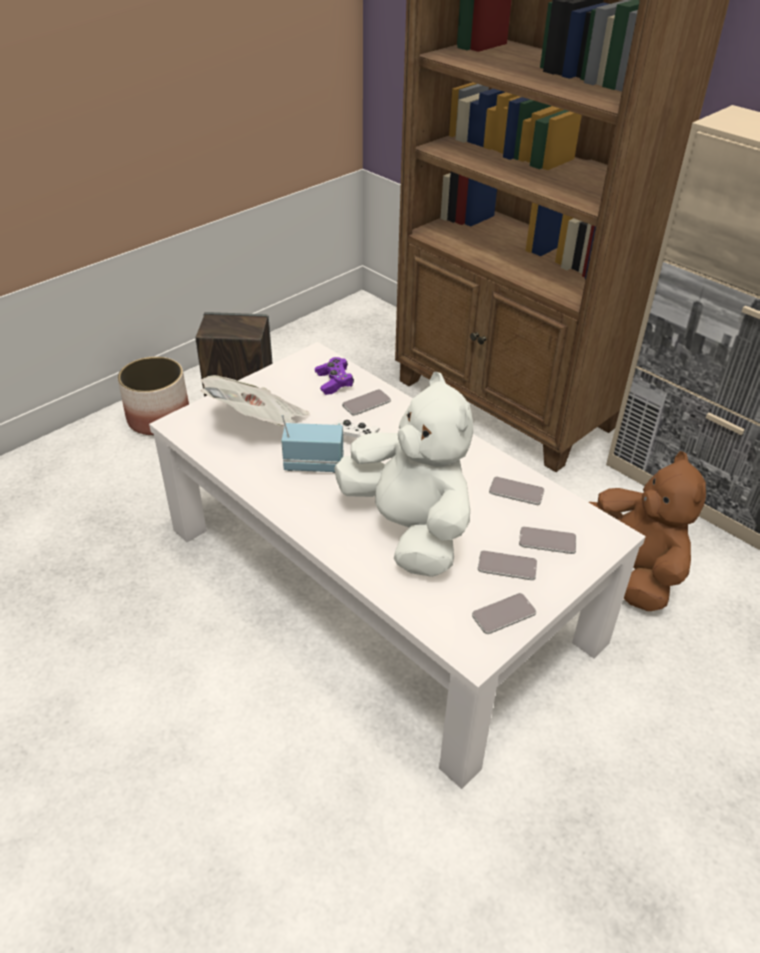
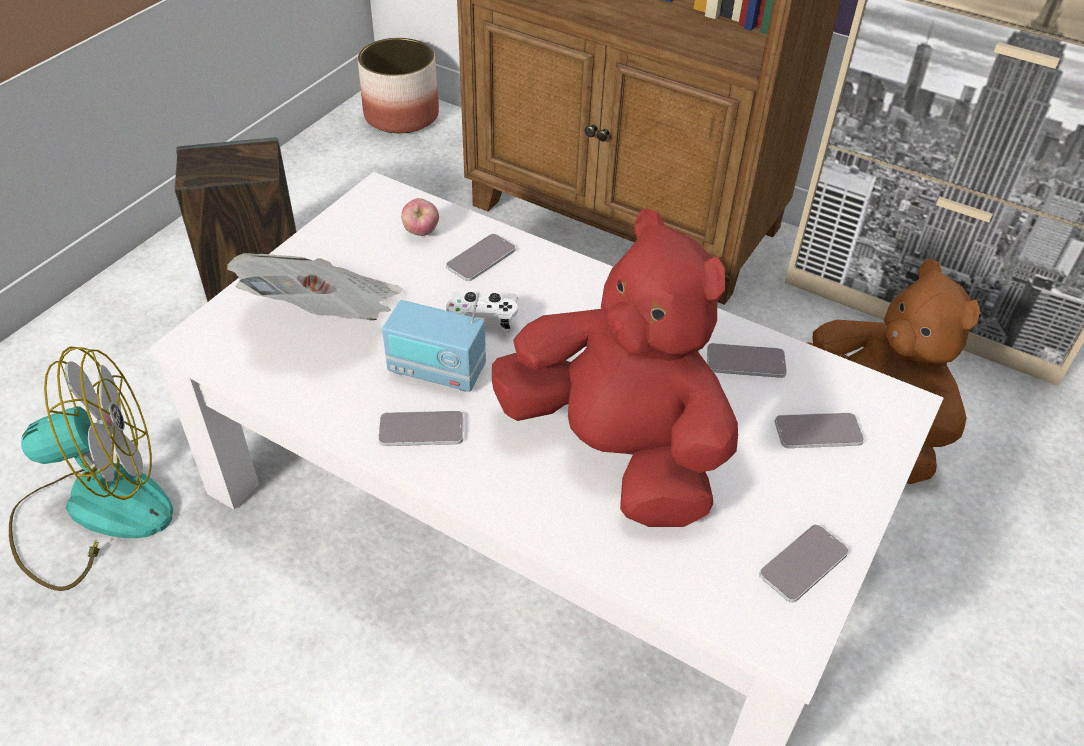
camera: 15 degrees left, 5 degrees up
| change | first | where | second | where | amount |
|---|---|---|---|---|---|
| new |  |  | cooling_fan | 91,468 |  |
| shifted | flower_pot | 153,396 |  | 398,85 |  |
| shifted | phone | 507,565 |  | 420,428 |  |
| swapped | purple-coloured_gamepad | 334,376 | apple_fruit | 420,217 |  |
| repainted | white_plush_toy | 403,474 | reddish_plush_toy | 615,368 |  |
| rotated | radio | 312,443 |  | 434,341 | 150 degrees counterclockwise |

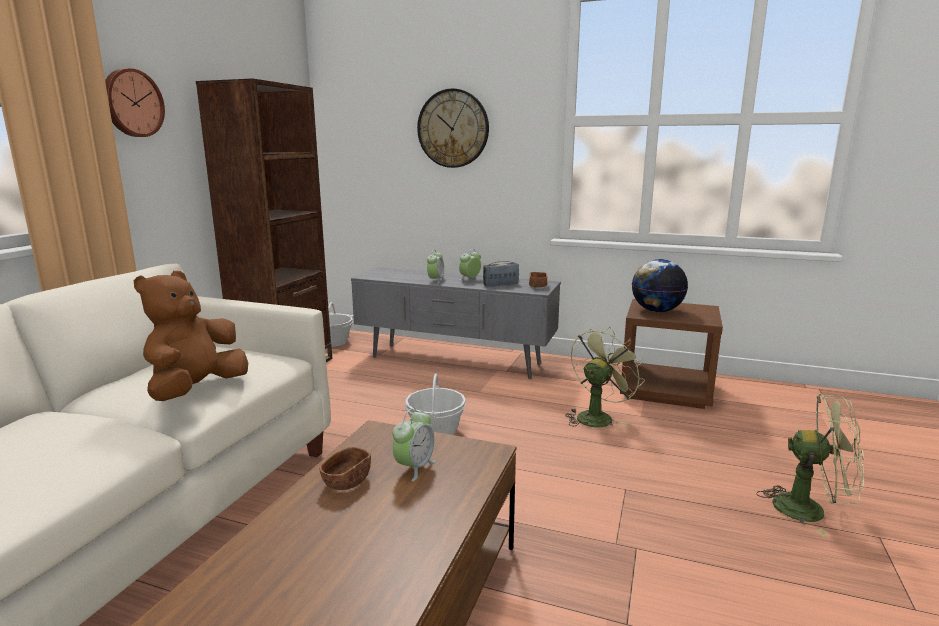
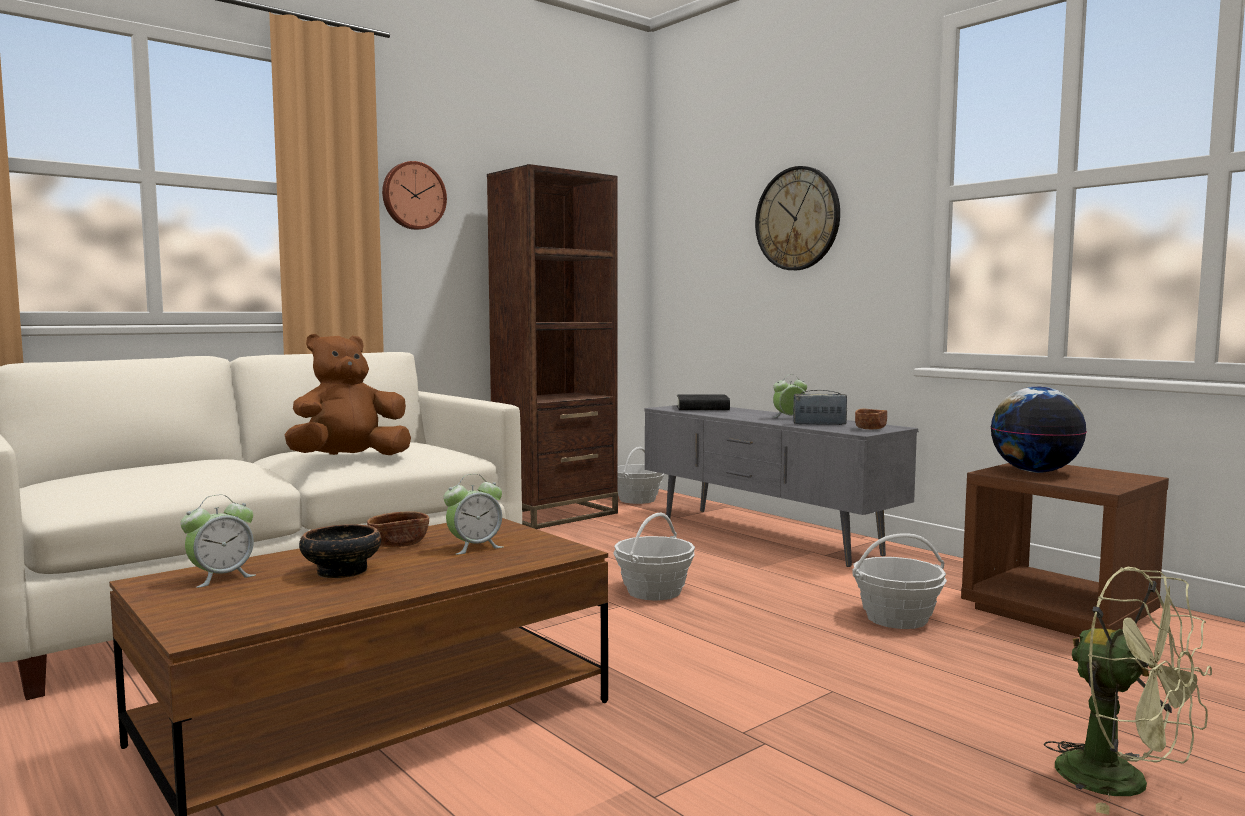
camera: 30 degrees right, 10 degrees down
| change | first | where | second | where | amount |
|---|---|---|---|---|---|
| new |  |  | bowl | 340,551 |  |
| new |  |  | black_bound_book | 703,402 |  |
| shifted | alarm_clock | 435,267 |  | 218,541 |  |
| swapped | greenish_cooling_fan | 605,377 | storage_basket | 899,581 |  |

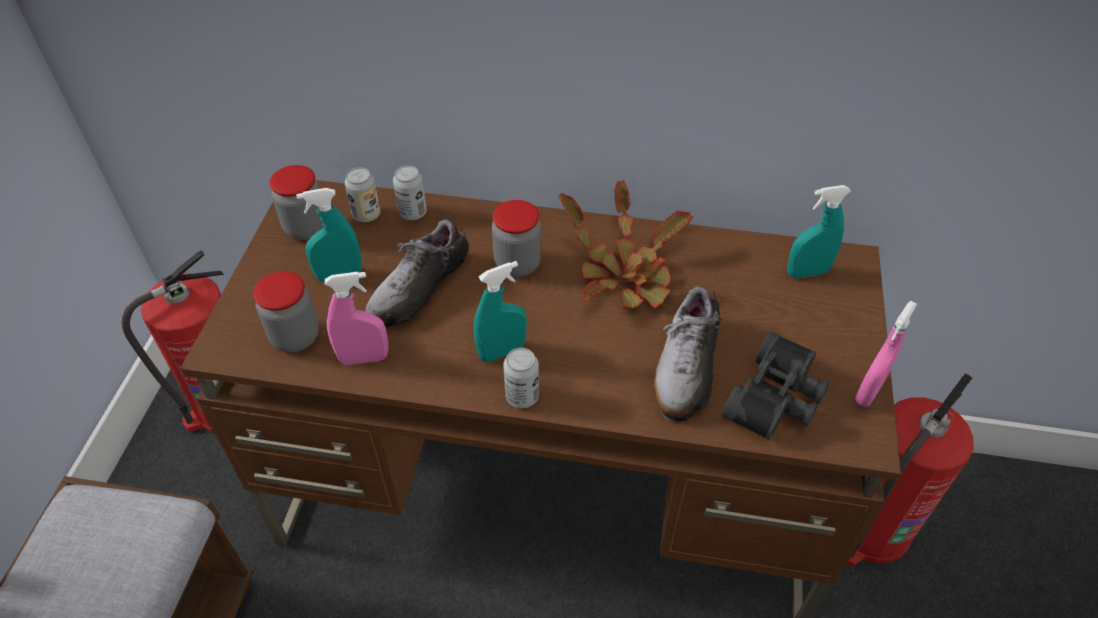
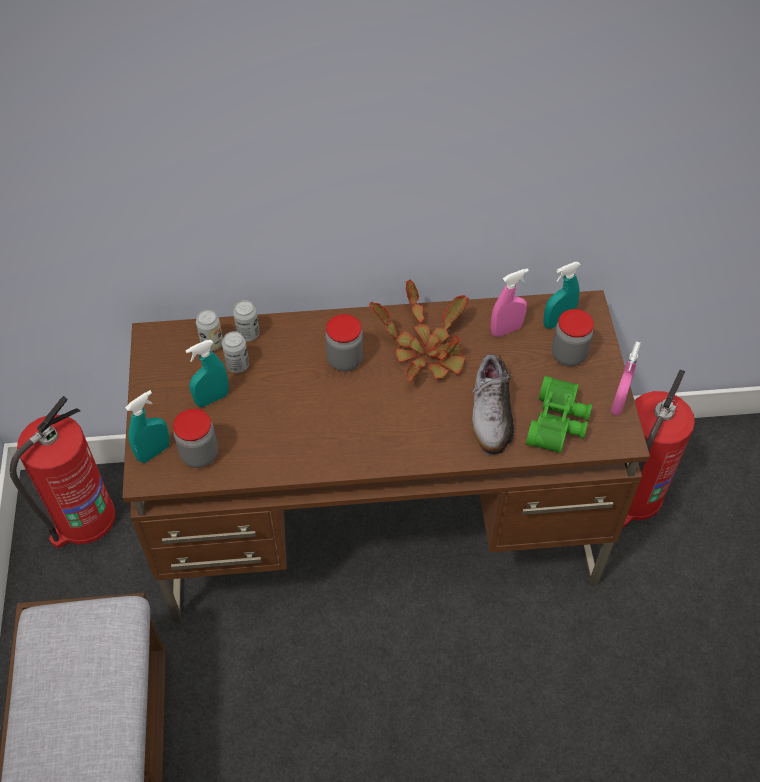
camera: 15 degrees left, 5 degrees up
| change | first | where | second | where | amount |
|---|---|---|---|---|---|
| gone | shoe | 417,273 |  |  |  |
| shifted | preserve_jar | 296,202 |  | 573,337 |  |
| shifted | pinkish_sprayer | 356,318 |  | 510,302 |  |
| shifted | turquoise_sprayer | 500,311 |  | 147,426 |  |
| shifted | metal_can | 521,378 |  | 235,352 |  |
| repainted | black_binoculars | 776,385 | greenish_binoculars | 559,415 |  |

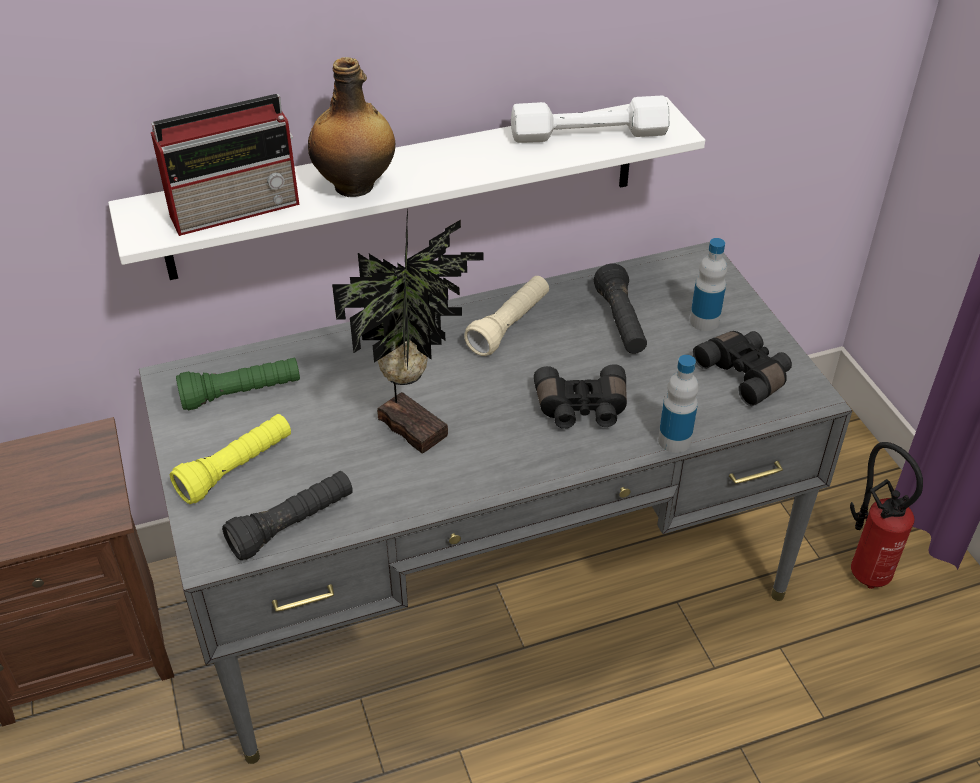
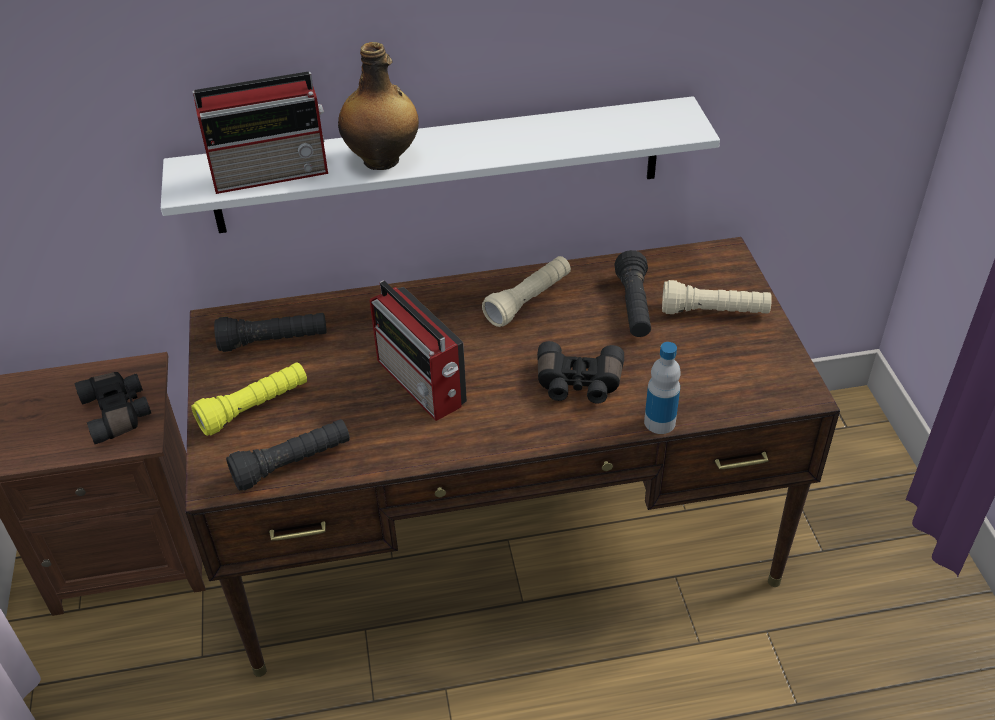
camera: 10 degrees right, 0 degrees up
| change | first | where | second | where | amount |
|---|---|---|---|---|---|
| gone | white_free_weight | 590,119 |  |  |  |
| gone | fire-fighting_cylinder | 886,515 |  |  |  |
| shifted | black_binoculars | 742,368 |  | 112,408 |  |
| swapped | houseplant | 407,330 | radio | 418,350 |  |
| swapped | beverage_bottle | 708,284 | beige-coloured_flashlight | 717,297 |  |
| repainted | gray_desk_unit | 496,503 | brownish_desk_unit | 512,457 |  |
| repainted | greenish_flashlight | 238,384 | black_flashlight | 270,332 |  |

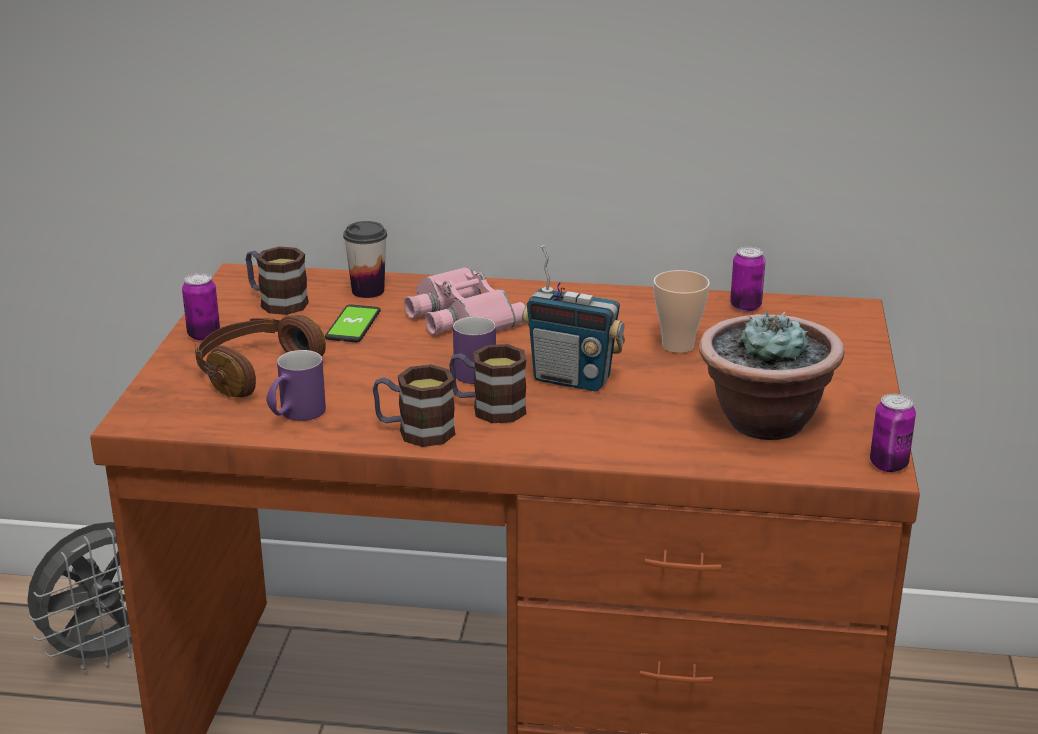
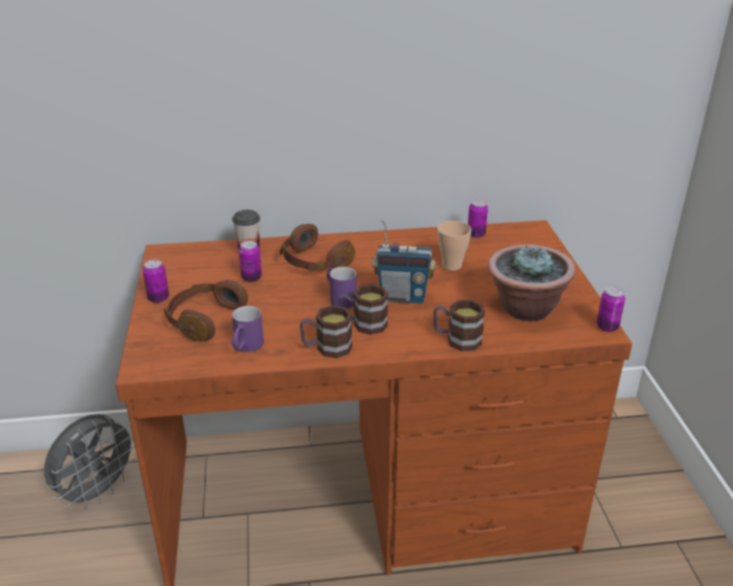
camera: 15 degrees left, 5 degrees up
| change | first | where | second | where | amount |
|---|---|---|---|---|---|
| shifted | coffee_mug | 277,281 |  | 459,325 |  |
| swapped | phone | 353,323 | metal_can | 250,261 |  |
| swapped | pinkish_binoculars | 465,301 | brownish_headset | 317,247 |  |

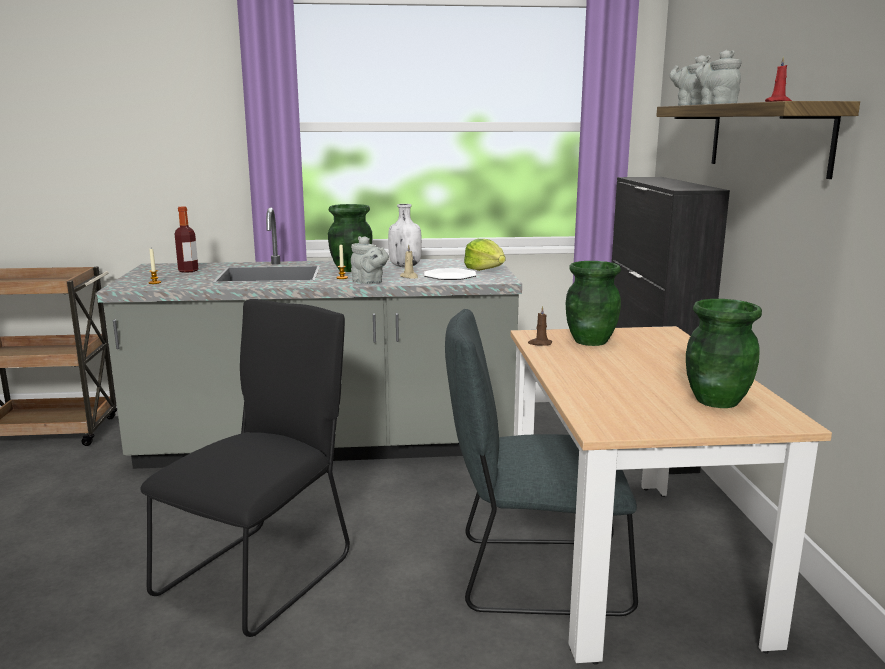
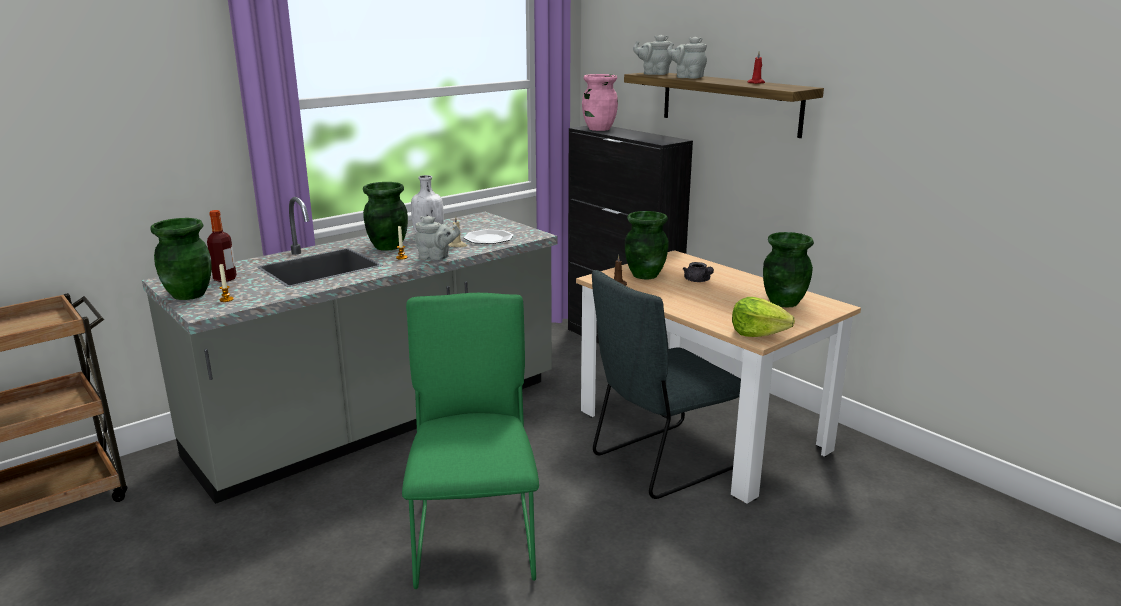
camera: 35 degrees left, 5 degrees up
| change | first | where | second | where | amount |
|---|---|---|---|---|---|
| new |  |  | greenish_vase | 181,259 |  |
| new |  |  | pinkish_vase | 600,102 |  |
| new |  |  | gray_teapot | 698,272 |  |
| shifted | head_of_lettuce | 484,255 |  | 763,317 |  |
| repainted | black_plain_chair | 245,468 | greenish_plain_chair | 470,441 |  |

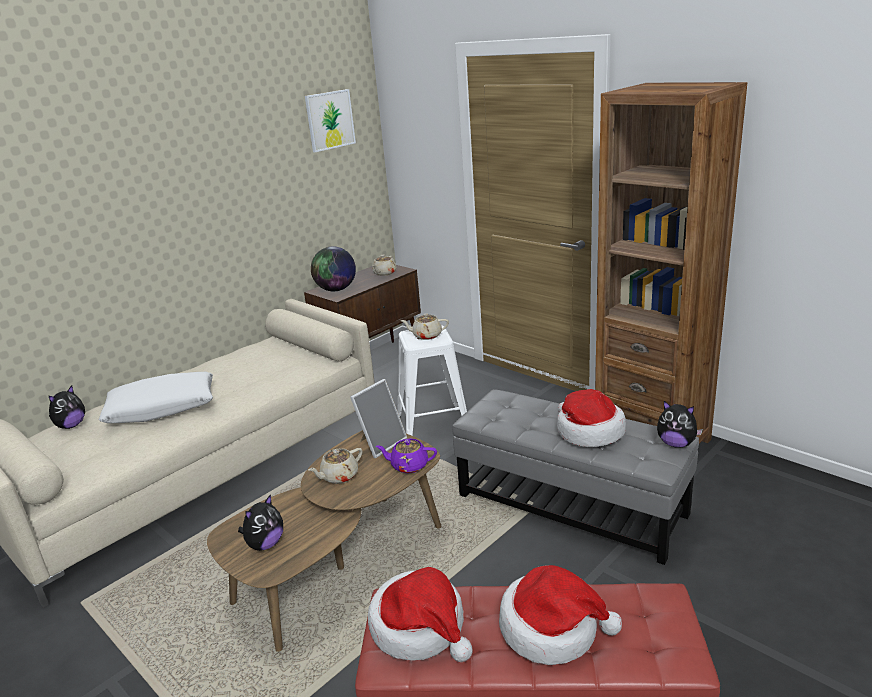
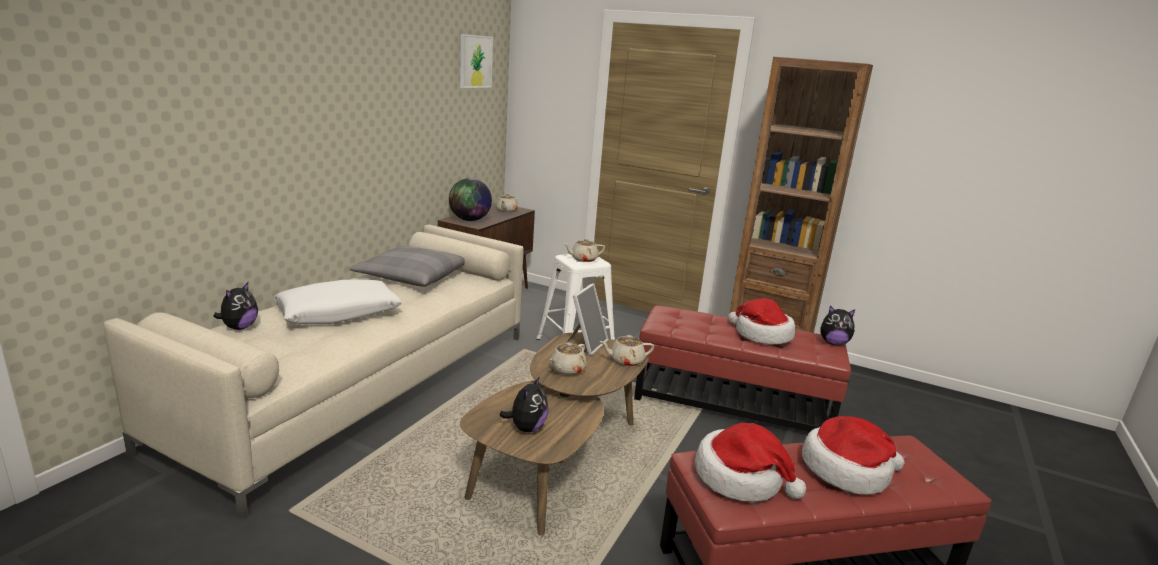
camera: 20 degrees left, 5 degrees down
| change | first | where | second | where | amount |
|---|---|---|---|---|---|
| new |  |  | gray_cushion | 407,266 |  |
| repainted | purple-coloured_teapot | 406,456 | beige-coloured_teapot | 626,350 |  |
| repainted | gray_footrest | 575,477 | reddish_footrest | 742,369 |  |

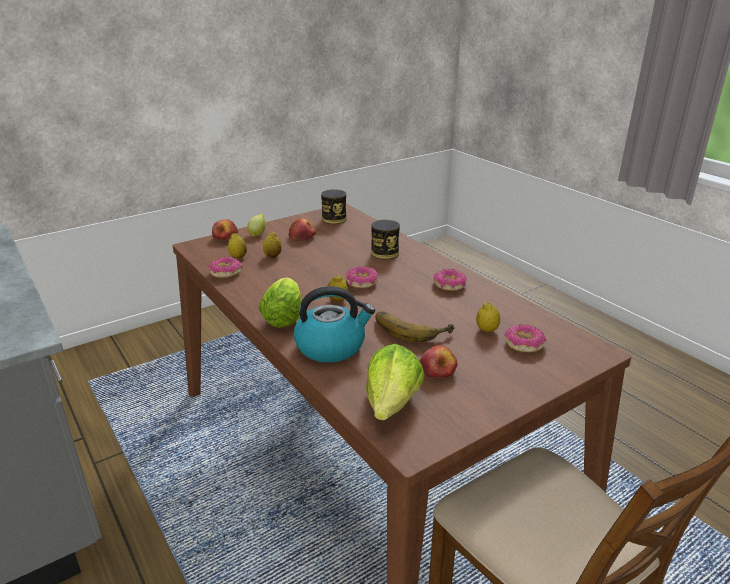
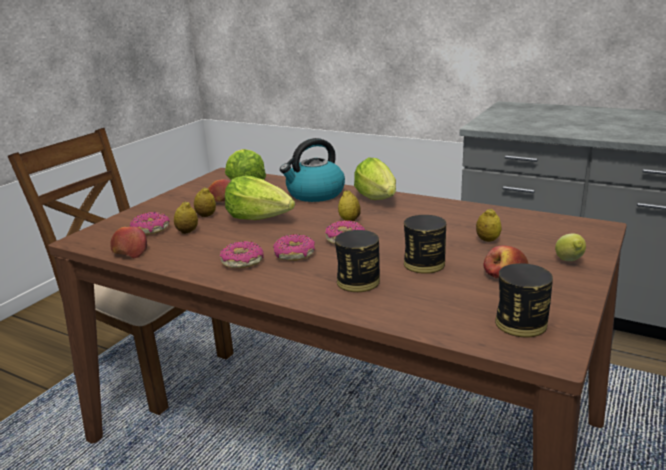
camera: 155 degrees right, 5 degrees down
| change | first | where | second | where | amount |
|---|---|---|---|---|---|
| new |  |  | metal_can | 425,244 |  |
| shifted | ring_doughnut | 225,267 |  | 294,247 |  |
| shifted | apple_fruit | 225,230 |  | 128,242 |  |
| shifted | lemon | 237,246 |  | 205,202 |  |
| swapped | banana | 415,326 | head_of_lettuce | 260,197 |  |

